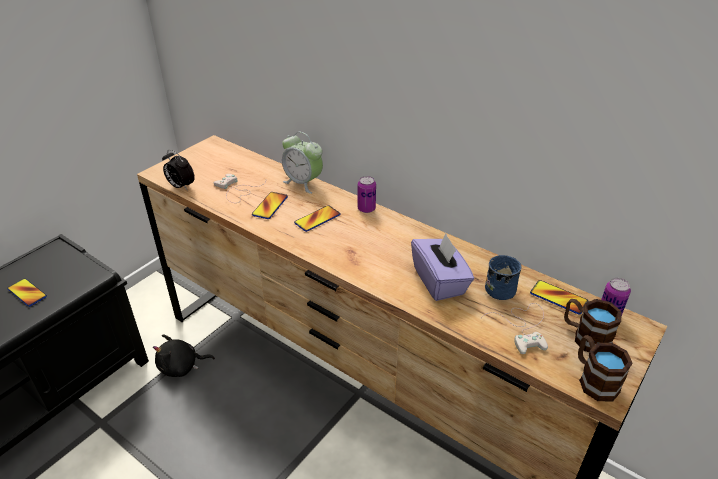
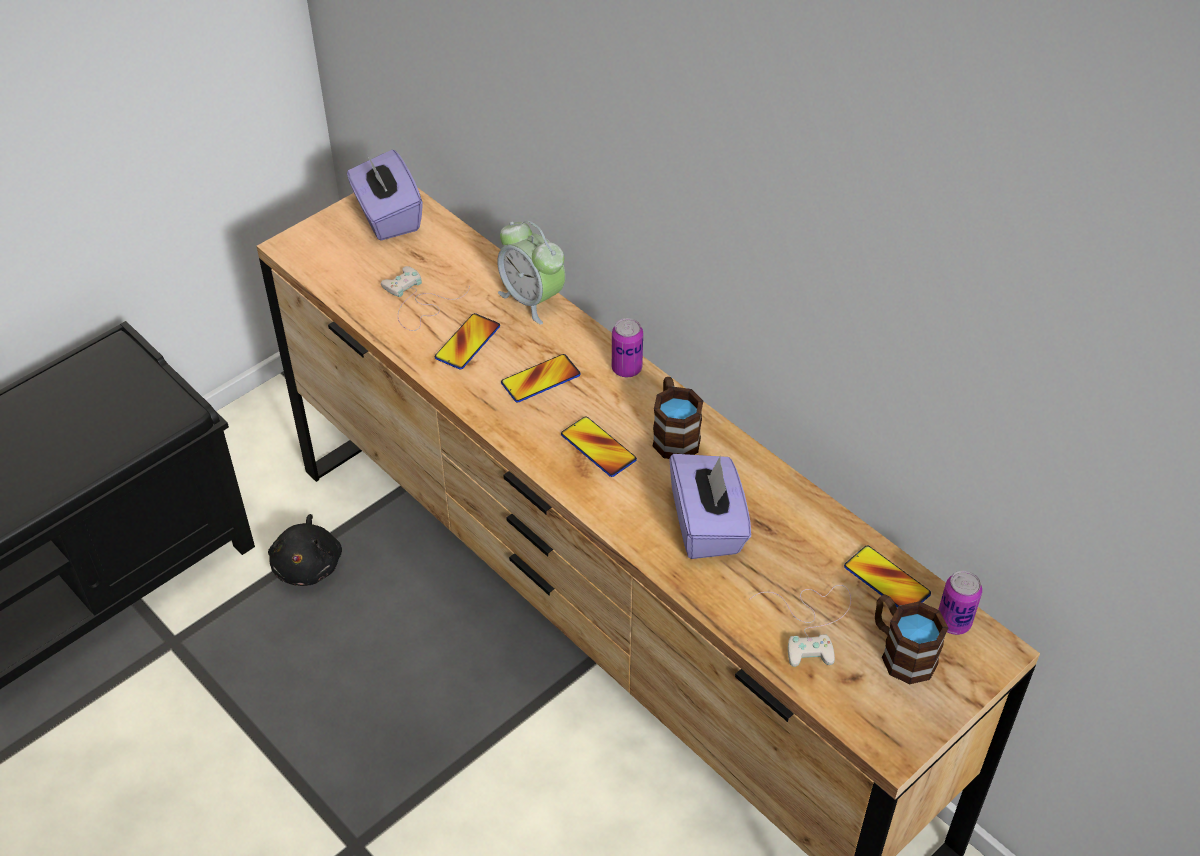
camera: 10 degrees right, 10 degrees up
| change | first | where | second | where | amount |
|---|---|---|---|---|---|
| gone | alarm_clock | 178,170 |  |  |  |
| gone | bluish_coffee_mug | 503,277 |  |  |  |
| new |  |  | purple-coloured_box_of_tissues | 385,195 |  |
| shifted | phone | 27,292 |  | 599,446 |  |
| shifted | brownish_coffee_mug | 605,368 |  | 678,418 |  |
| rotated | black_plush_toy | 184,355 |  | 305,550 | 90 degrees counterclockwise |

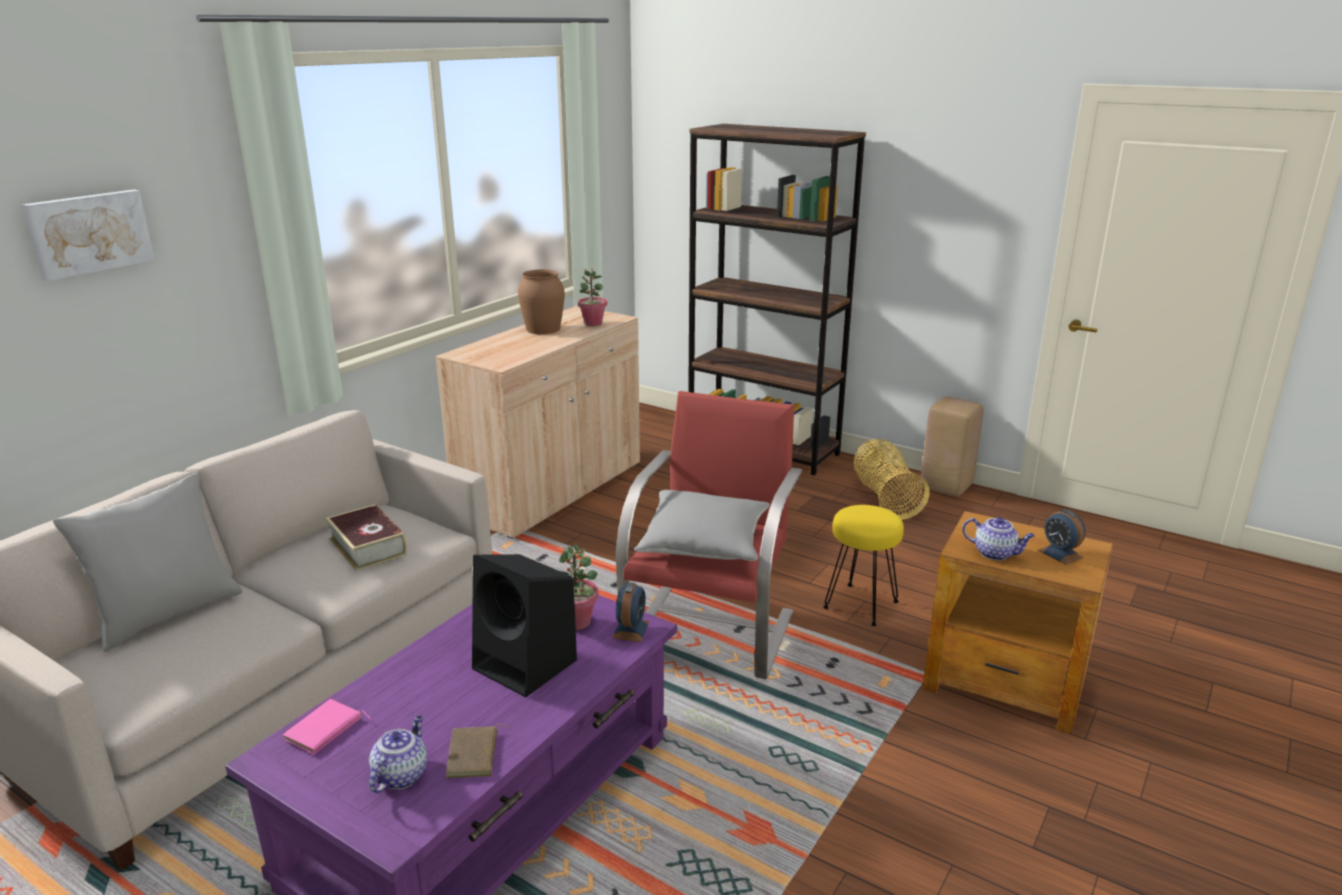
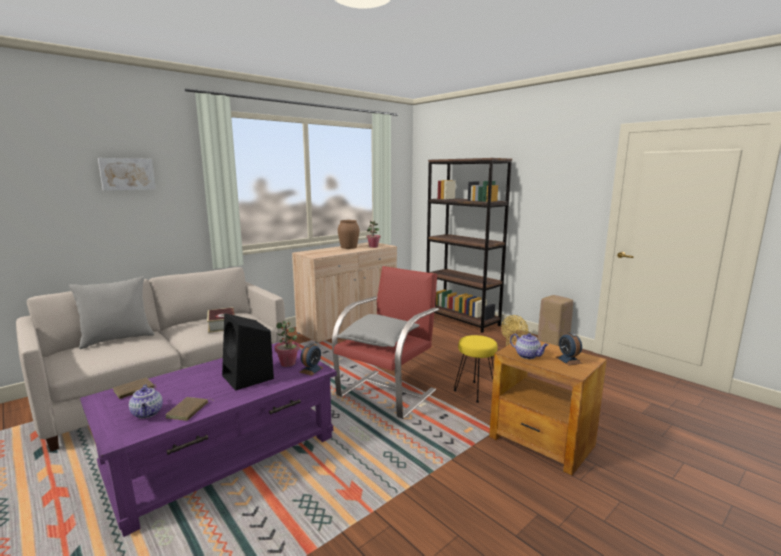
camera: 15 degrees right, 10 degrees down
| change | first | where | second | where | amount |
|---|---|---|---|---|---|
| repainted | pinkish_bound_book | 327,726 | brownish_bound_book | 134,388 |  |
| rotated | teapot | 398,754 |  | 146,401 | 120 degrees clockwise |

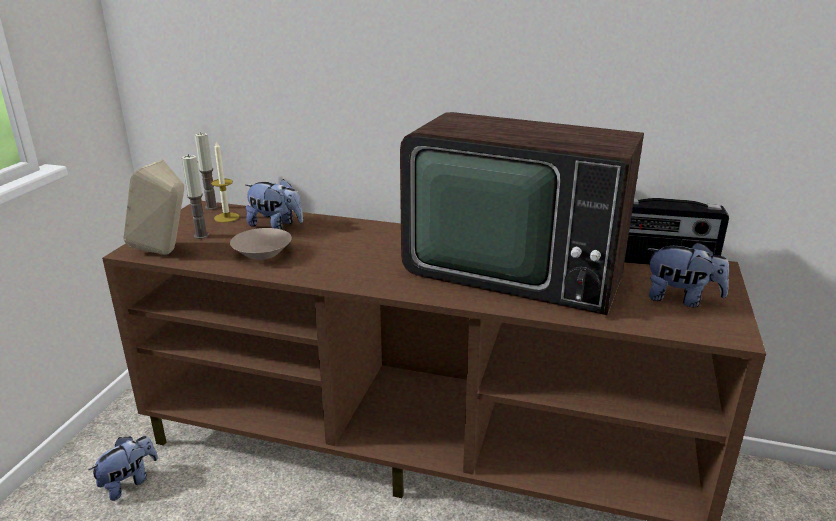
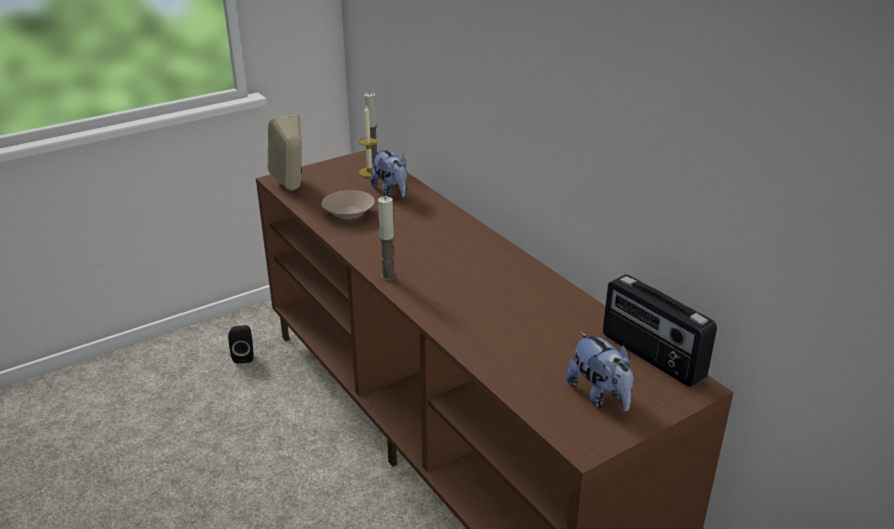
camera: 40 degrees right, 5 degrees up
| change | first | where | second | where | amount |
|---|---|---|---|---|---|
| gone | television | 522,213 |  |  |  |
| shifted | candle | 195,196 |  | 387,238 |  |
| swapped | plush_toy | 123,468 | black_audio_speaker | 241,344 |  |

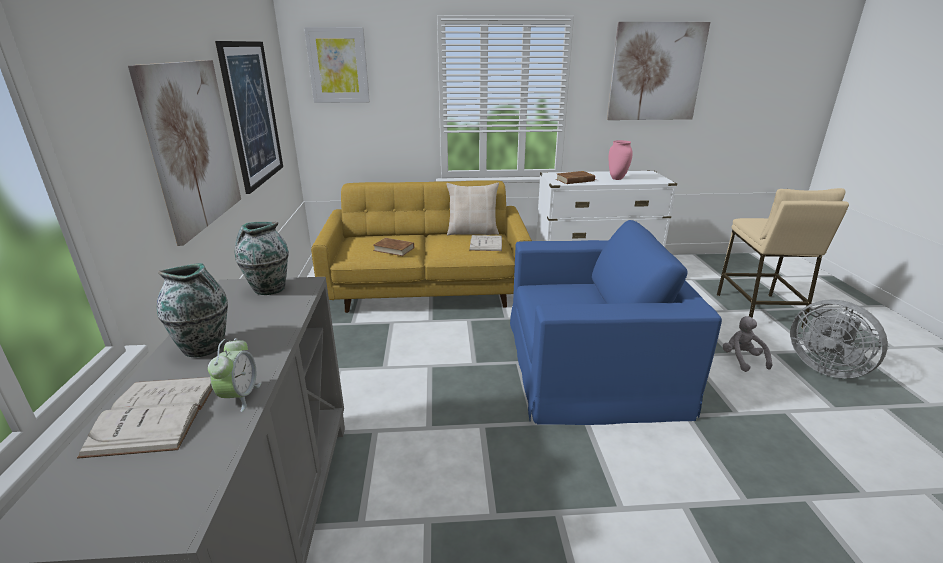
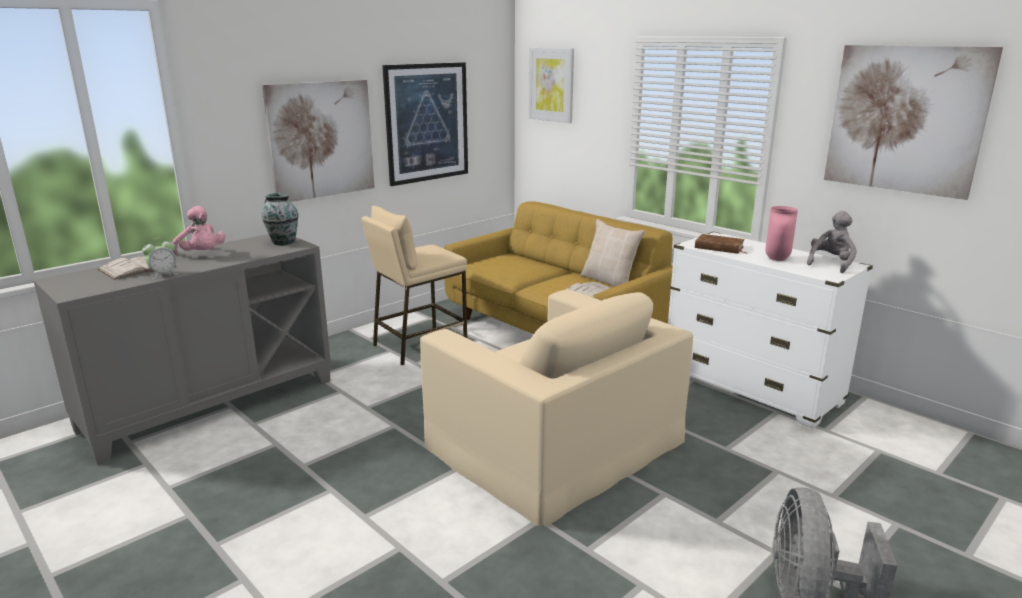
camera: 50 degrees right, 5 degrees down
| change | first | where | second | where | amount |
|---|---|---|---|---|---|
| gone | brownish_bound_book | 394,247 |  |  |  |
| shifted | beige-coloured_stool | 783,258 |  | 414,285 |  |
| shifted | gray_plush_toy | 748,344 |  | 832,242 |  |
| swapped | vase | 192,310 | pinkish_plush_toy | 198,230 |  |
| repainted | bluish_easy_chair | 616,322 | beige-coloured_easy_chair | 556,408 |  |

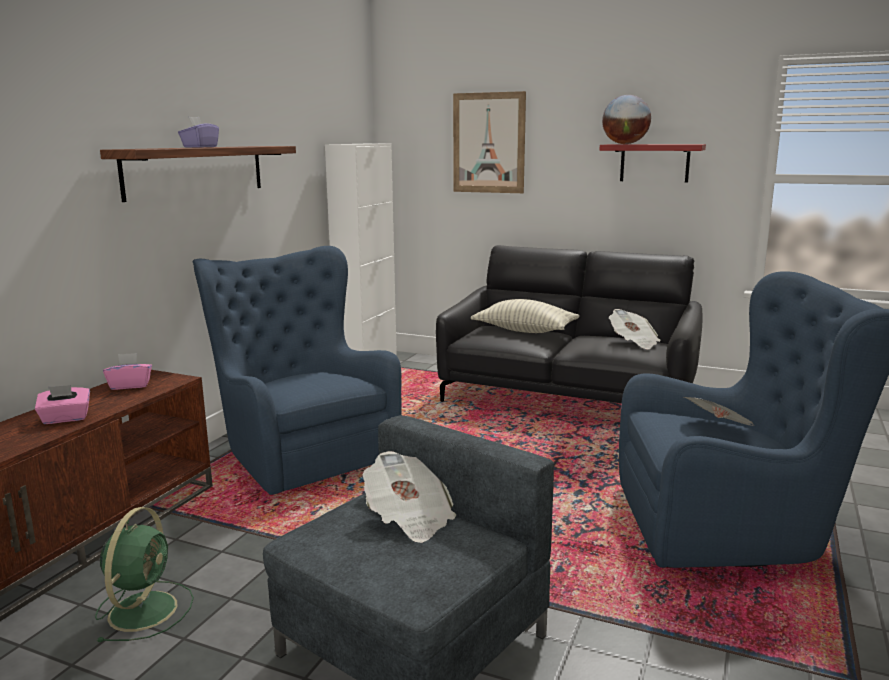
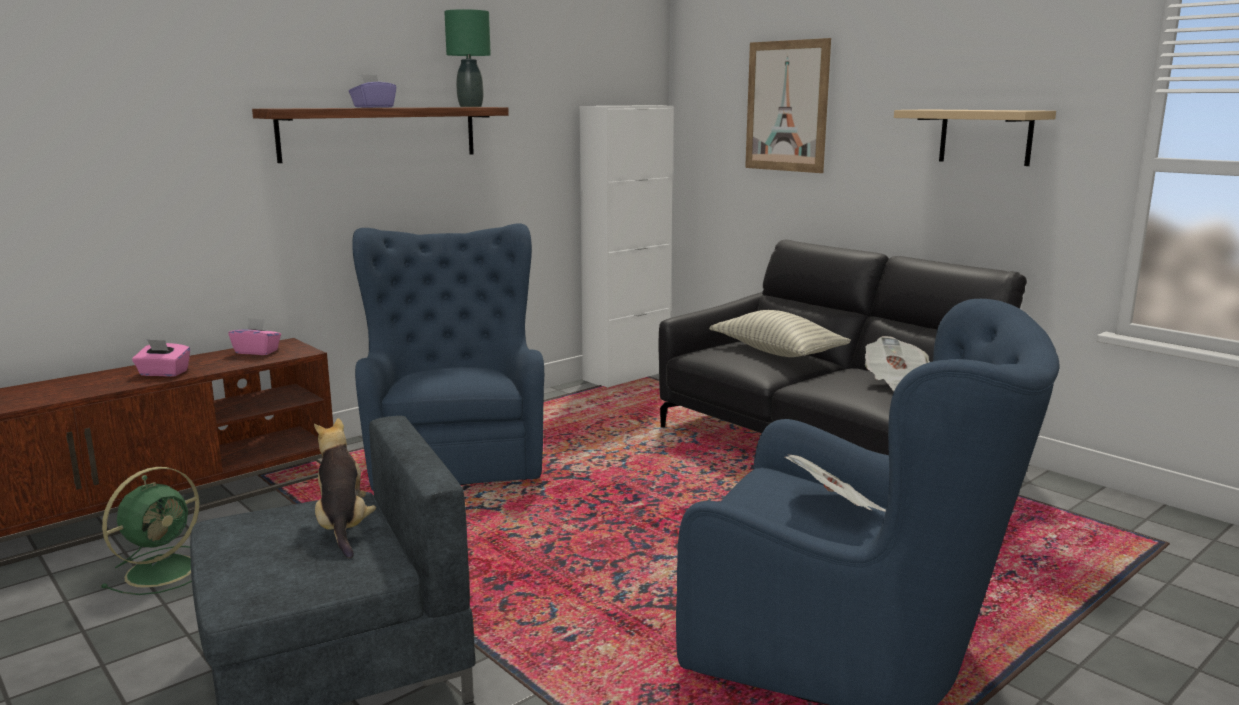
camera: 25 degrees right, 0 degrees up
| change | first | where | second | where | amount |
|---|---|---|---|---|---|
| gone | world_globe | 626,119 |  |  |  |
| new |  |  | greenish_lamp_for_a_table | 467,58 |  |
| swapped | printed_paper | 409,497 | plush_toy | 345,488 |  |
| repainted | reddish_wall_shelf | 652,163 | beige-coloured_wall_shelf | 975,137 |  |

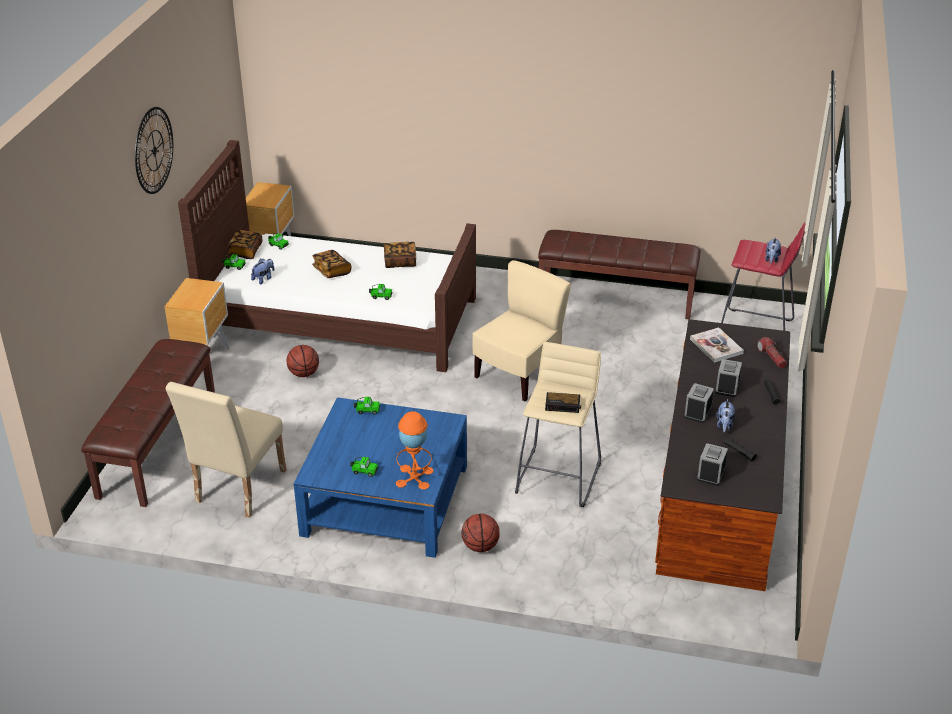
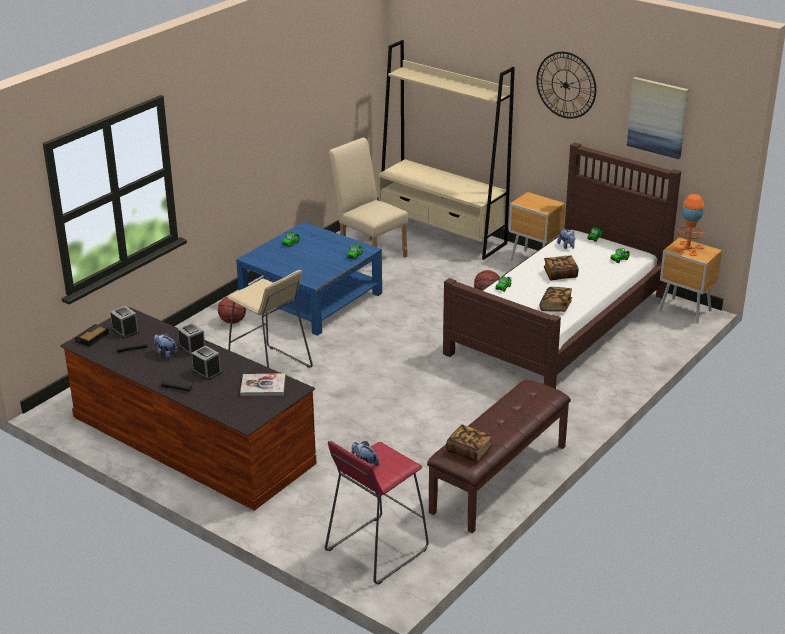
camera: 115 degrees right, 5 degrees down
| change | first | where | second | where | amount |
|---|---|---|---|---|---|
| gone | beige-coloured_plain_chair | 521,331 |  |  |  |
| gone | flashlight | 772,353 |  |  |  |
| new |  |  | wall_picture | 658,118 |  |
| shifted | bound_book | 245,244 |  | 469,443 |  |
| shifted | orange-coloured_lamp_for_a_table | 414,450 |  | 689,225 |  |
| shifted | alarm_clock | 563,402 |  | 92,335 |  |
| swapped | brownish_long_seat | 148,423 | beige-coloured_bookshelf | 446,150 |  |

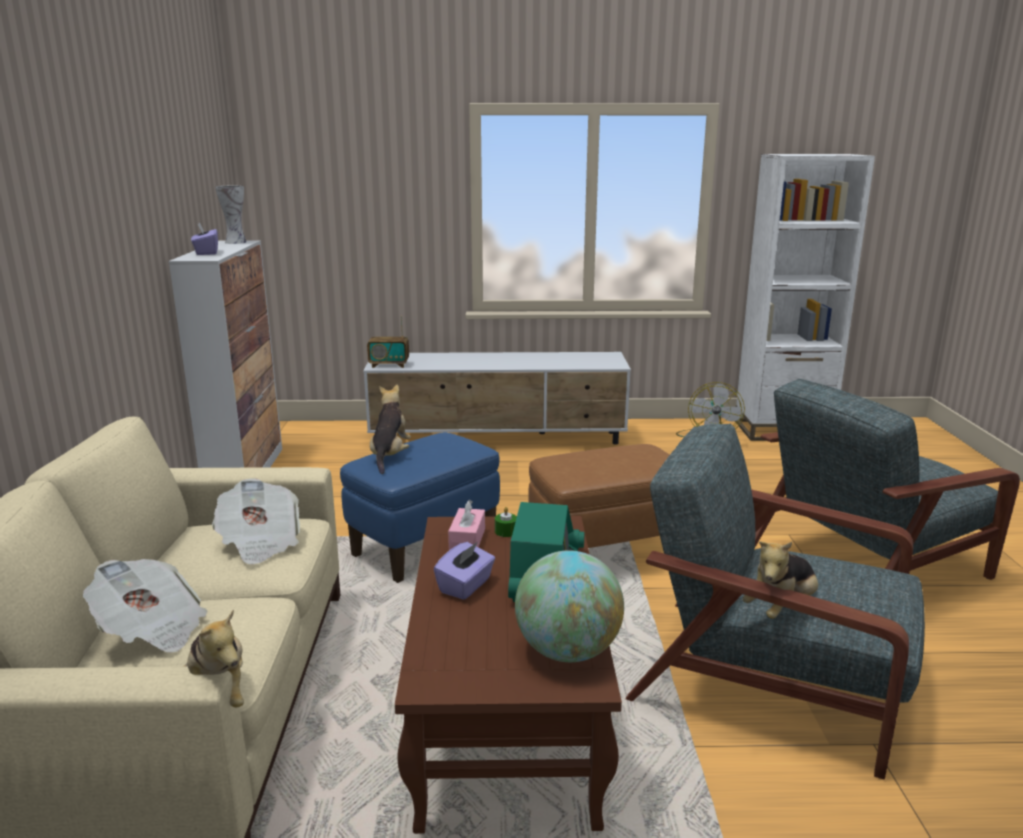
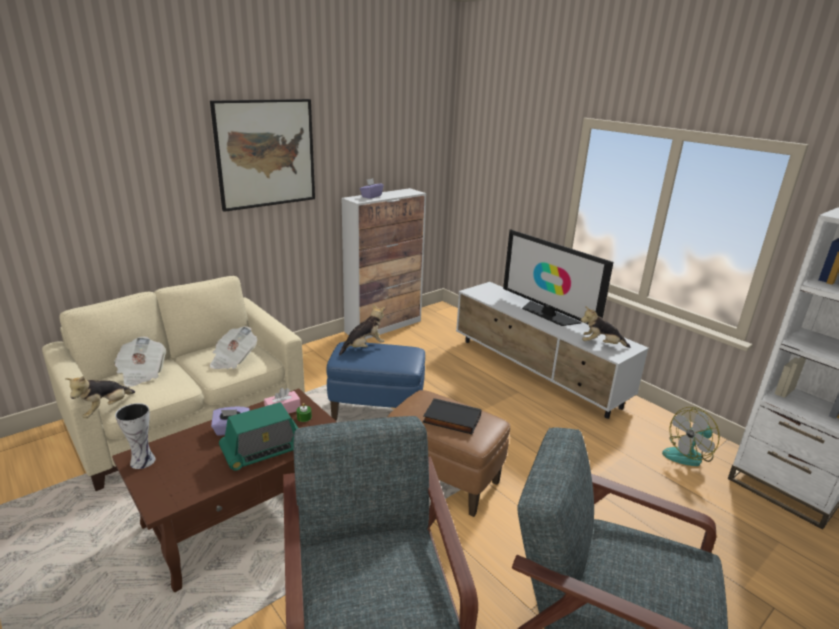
camera: 50 degrees right, 5 degrees up
| change | first | where | second | where | amount |
|---|---|---|---|---|---|
| gone | radio | 388,342 |  |  |  |
| gone | world_globe | 569,606 |  |  |  |
| new |  |  | wall_picture | 262,155 |  |
| new |  |  | black_bound_book | 452,416 |  |
| new |  |  | television | 558,277 |  |
| shifted | vase | 231,214 |  | 135,436 |  |
| shifted | plush_toy | 780,580 |  | 605,327 |  |

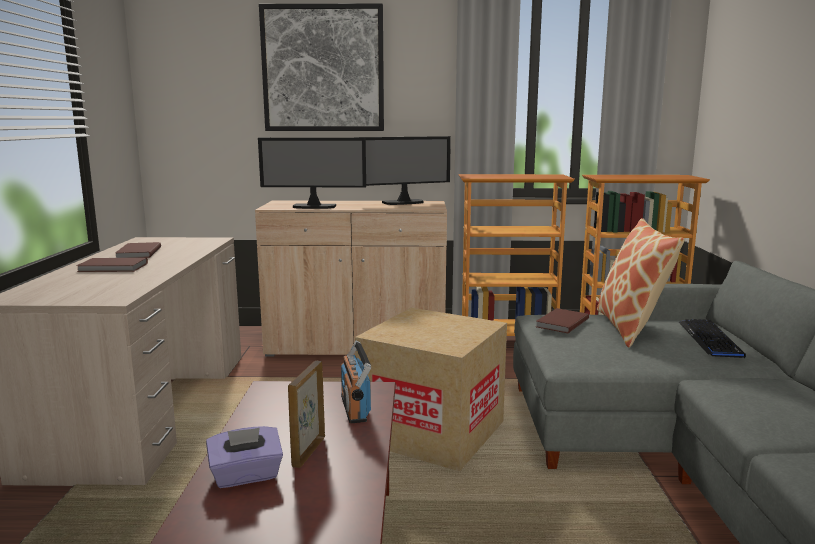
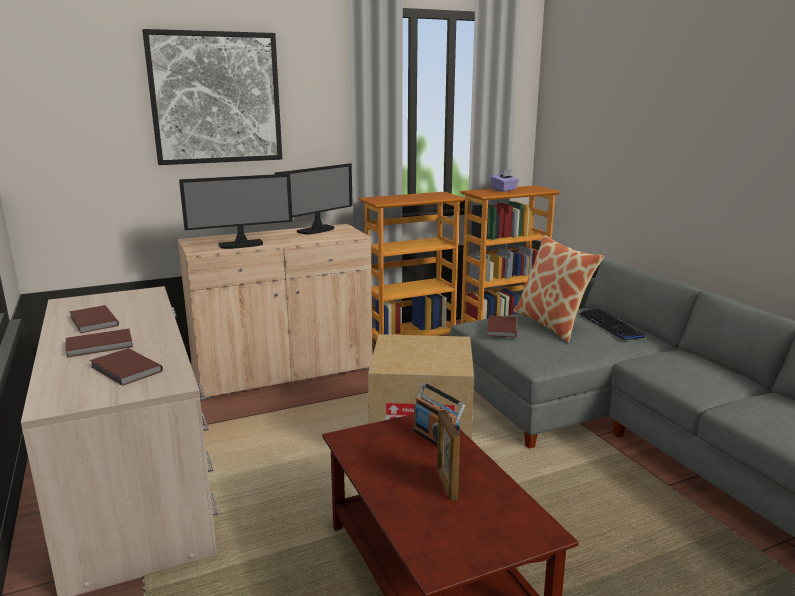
camera: 25 degrees left, 5 degrees up
| change | first | where | second | where | amount |
|---|---|---|---|---|---|
| new |  |  | brownish_bound_book | 126,367 |  |
| shifted | purple-coloured_box_of_tissues | 244,457 |  | 505,180 |  |

